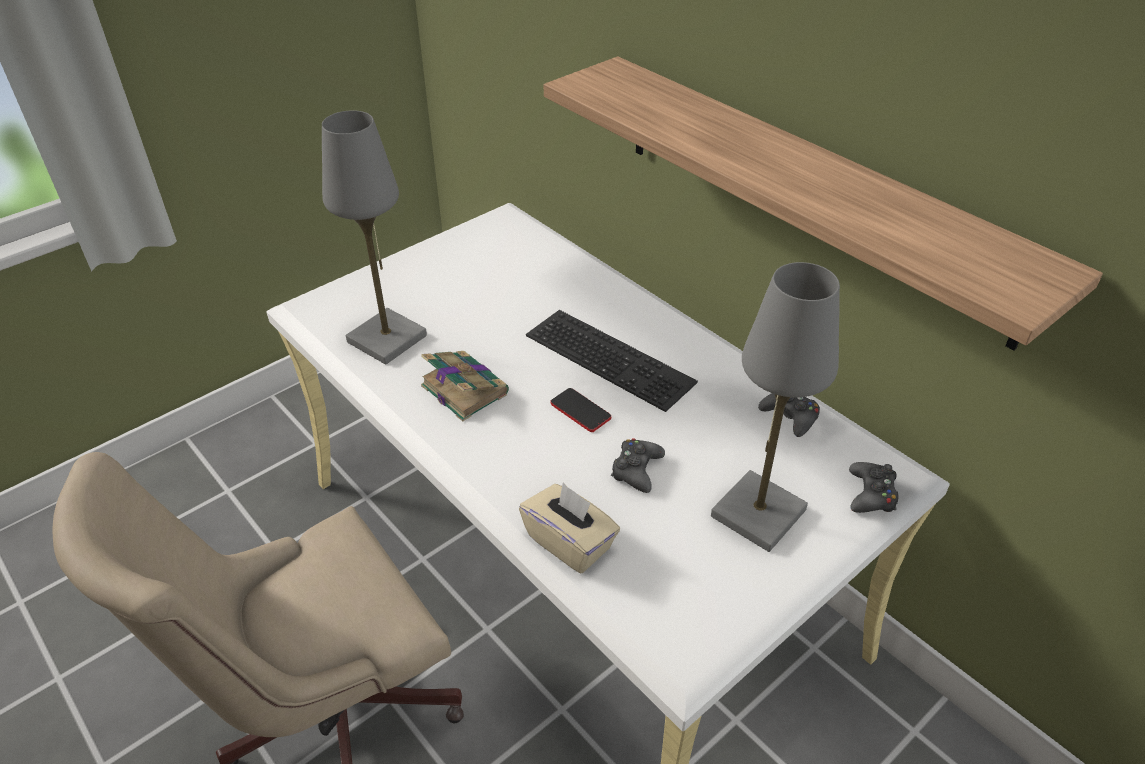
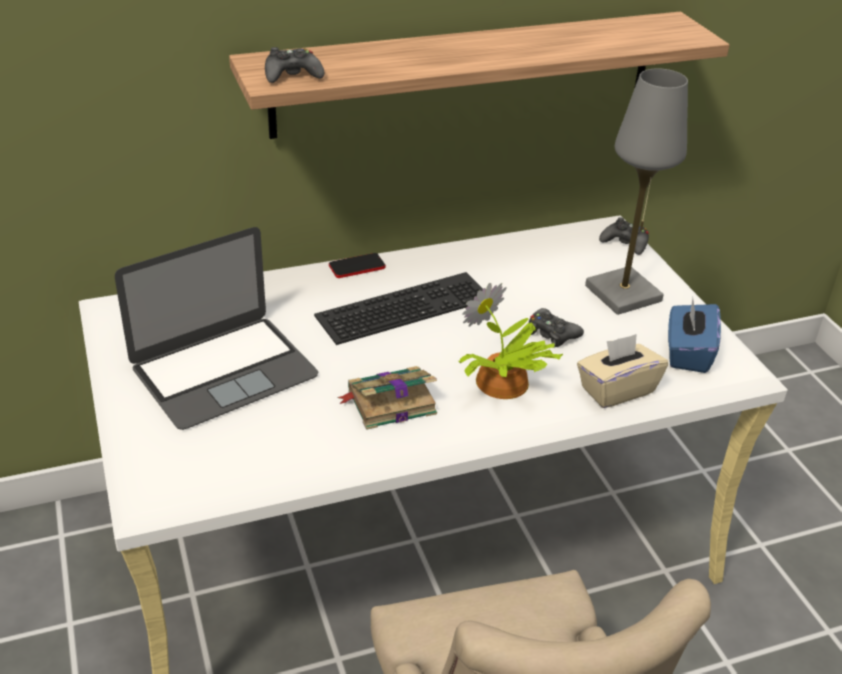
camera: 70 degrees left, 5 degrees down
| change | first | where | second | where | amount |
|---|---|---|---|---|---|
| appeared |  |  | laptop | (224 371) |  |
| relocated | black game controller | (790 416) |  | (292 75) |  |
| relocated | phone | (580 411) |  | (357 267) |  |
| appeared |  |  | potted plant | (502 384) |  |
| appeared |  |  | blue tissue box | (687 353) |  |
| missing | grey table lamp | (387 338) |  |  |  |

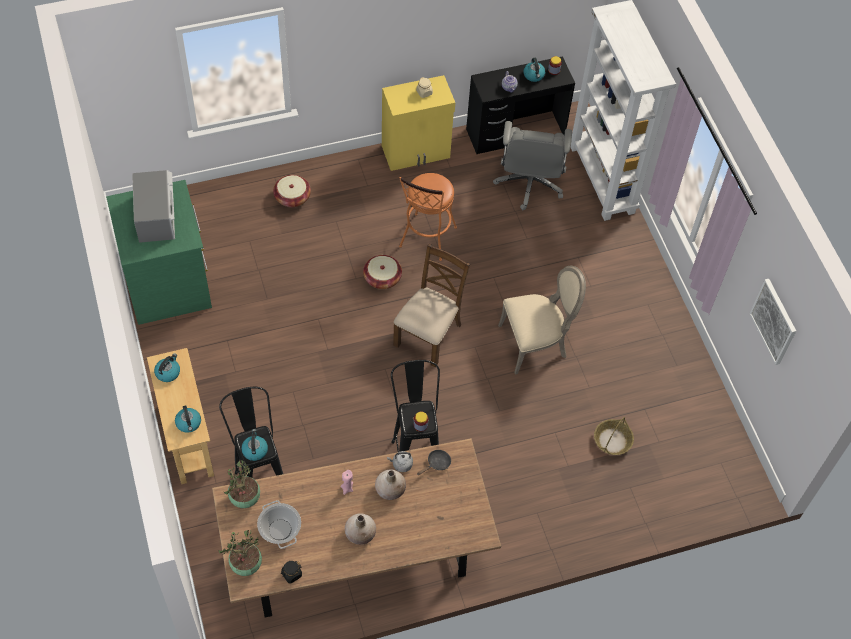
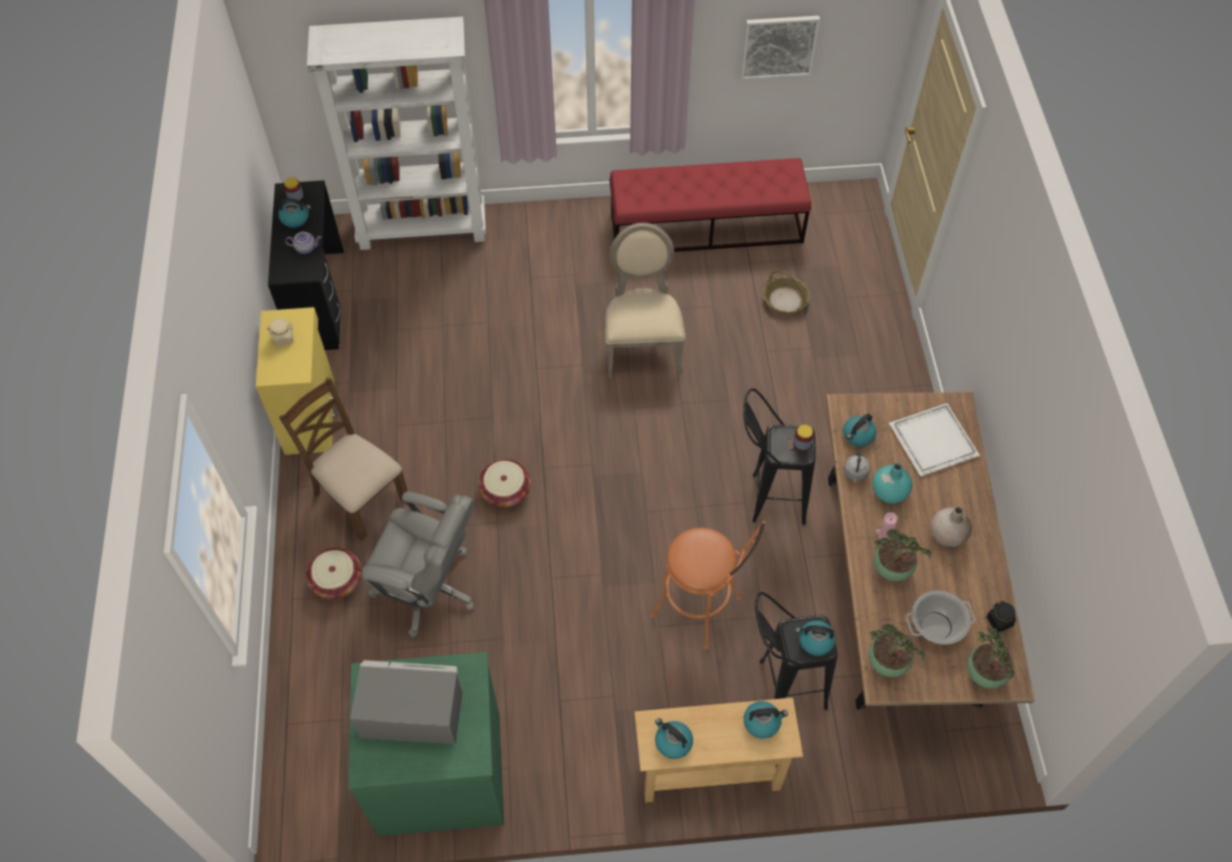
camera: 75 degrees left, 0 degrees up
| change | first | where | second | where | amount |
|---|---|---|---|---|---|
| relocated | brown chair | (429 334) |  | (359 496) |  |
| relocated | grey office chair | (529 184) |  | (428 587) |  |
| appeared |  |  | red bench | (707 227) |  |
| relocated | orange stool | (426 241) |  | (702 611) |  |
| exchanged | black frying pan | (436 463) | kettle | (858 435) |  |
| colour | beige vase | (390 489) | turquoise vase | (889 491) |  |
| appeared |  |  | potted plant | (892 570) |  |
| appeared |  |  | white tray | (931 440) |  |

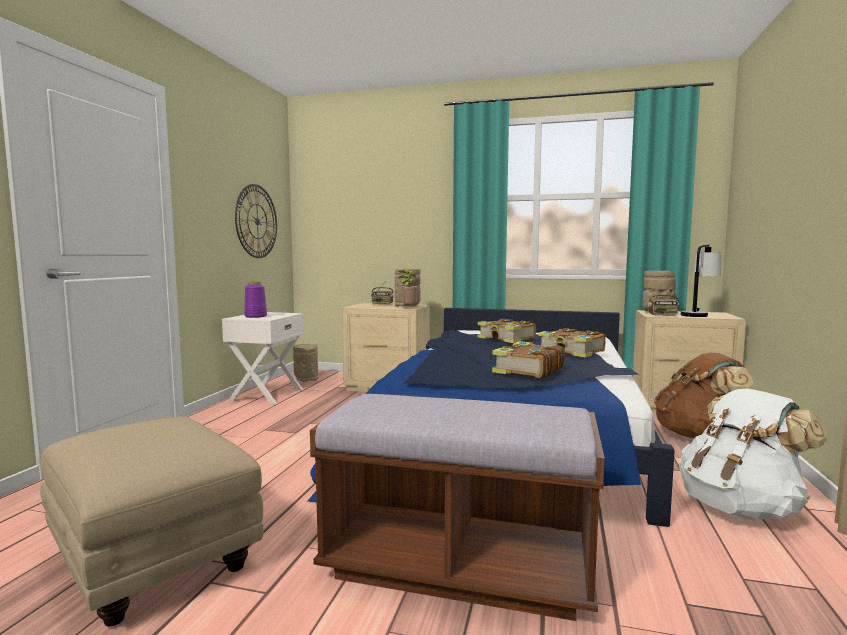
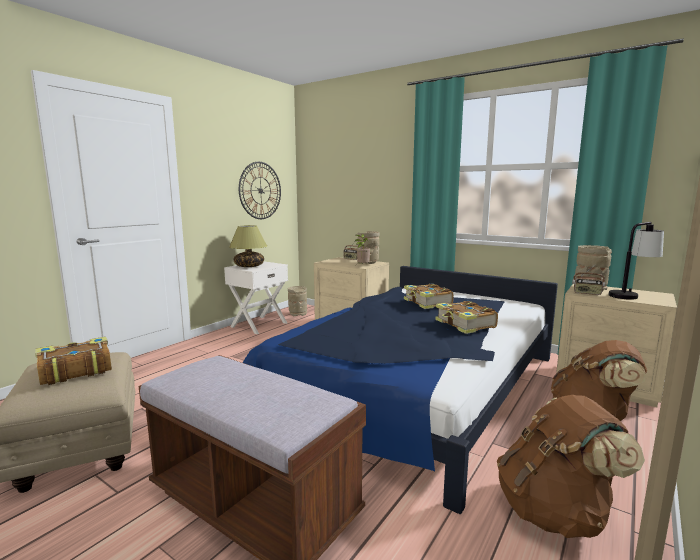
camera: 20 degrees right, 5 degrees up
| change | first | where | second | where | amount |
|---|---|---|---|---|---|
| relocated | book | (527 370) |  | (75 370) |  |
| exchanged | purple vase | (255 316) | table lamp | (249 266) |  |
| colour | white backpack | (740 508) | brown backpack | (555 512) |  |

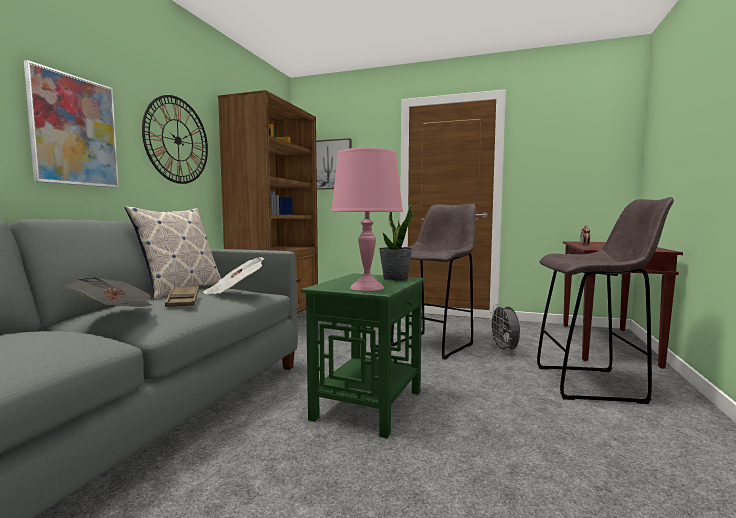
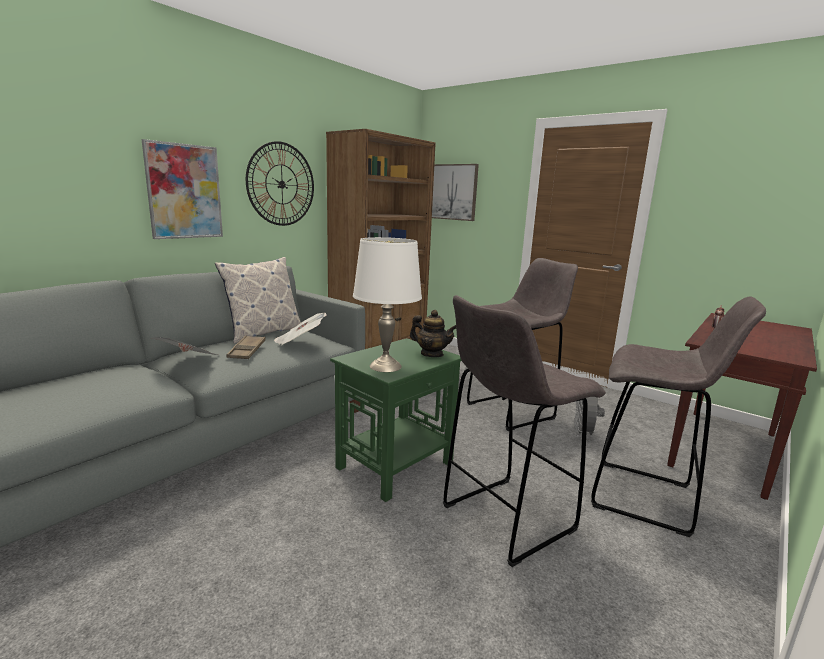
camera: 20 degrees right, 10 degrees up
| change | first | where | second | where | amount |
|---|---|---|---|---|---|
| colour | pink table lamp | (367 287) | white table lamp | (385 366) |  |
| exchanged | potted plant | (395 278) | teapot | (432 354) |  |
| appeared |  |  | grey stool | (504 519) |  |

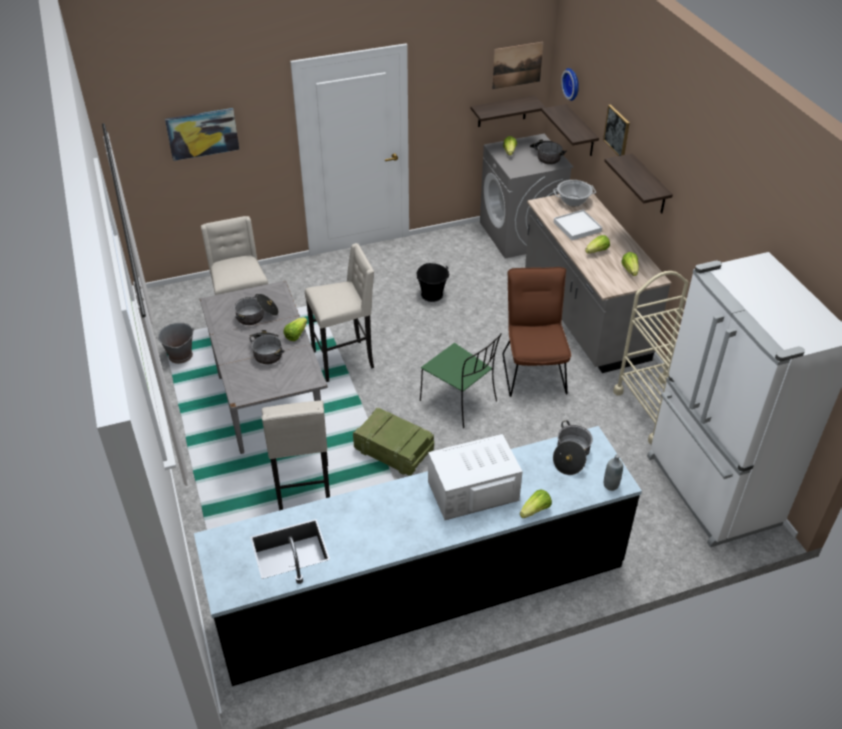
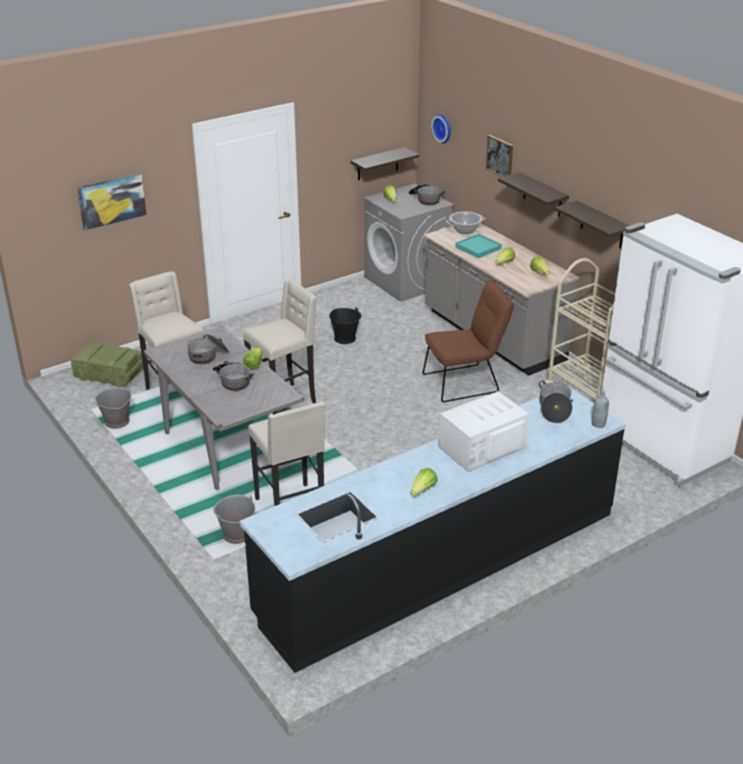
camera: 15 degrees left, 10 degrees down
| change | first | where | second | where | amount |
|---|---|---|---|---|---|
| relocated | crate | (392 450) |  | (108 374) |  |
| appeared |  |  | grey bucket | (236 535) |  |
| relocated | lettuce | (535 510) |  | (423 490) |  |
| spun | brown chair | (533 370) |  | (465 382) | 90 degrees clockwise |
| colour | white tray | (577 227) | turquoise tray | (478 248) |  |
| relocated | shelf | (581 131) |  | (602 225) |  |
| missing | green chair | (460 402) |  |  |  |
| missing | picture | (517 65) |  |  |  |

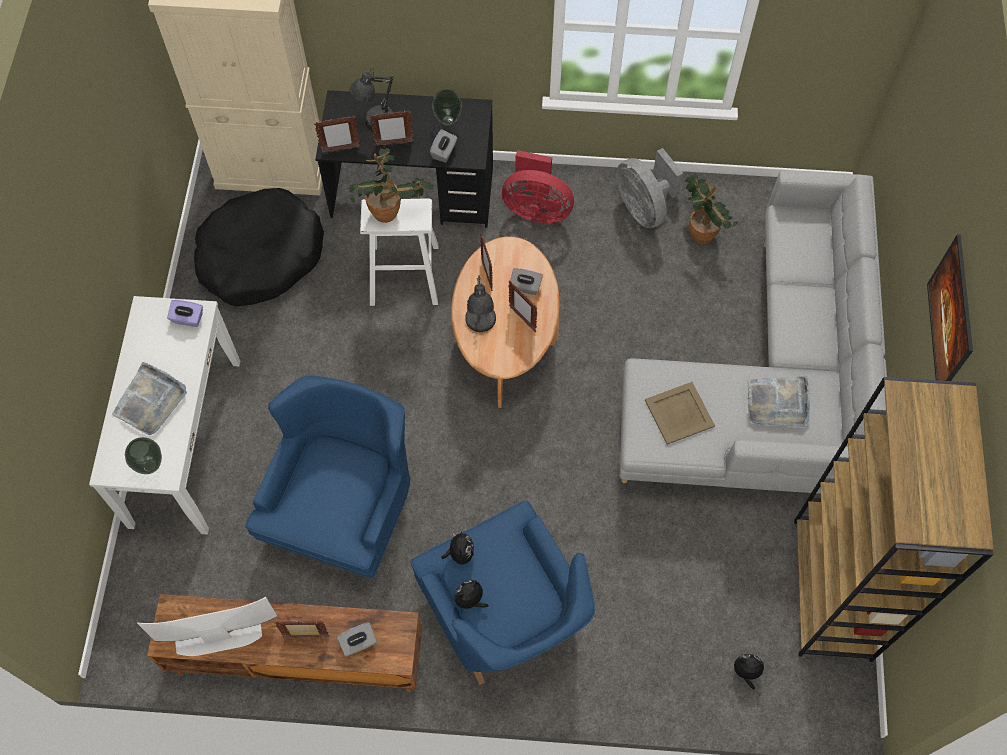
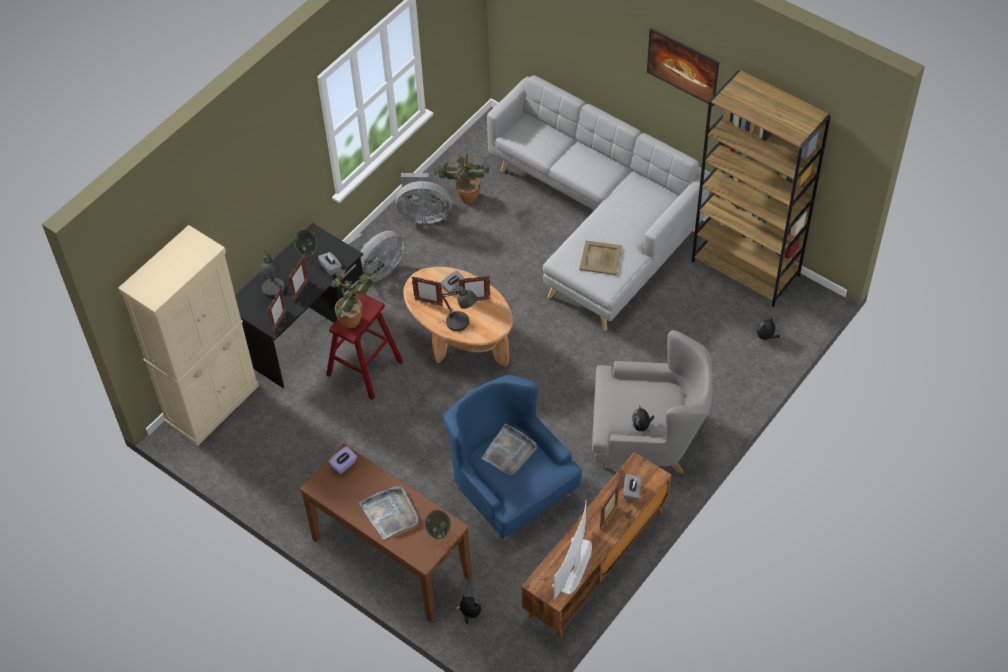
camera: 55 degrees left, 10 degrees down
| change | first | where | second | where | amount |
|---|---|---|---|---|---|
| colour | white console table | (185 442) | brown console table | (391 558) |  |
| colour | white stool | (404 275) | red stool | (364 368) |  |
| colour | red fan | (536 209) | grey fan | (376 271) |  |
| relocated | plush toy | (460 553) |  | (470 614) |  |
| relocated | grey tray | (778 403) |  | (509 452) |  |
| colour | blue armchair | (505 614) | grey armchair | (647 436) |  |
| missing | black dog bed | (260 256) |  |  |  |

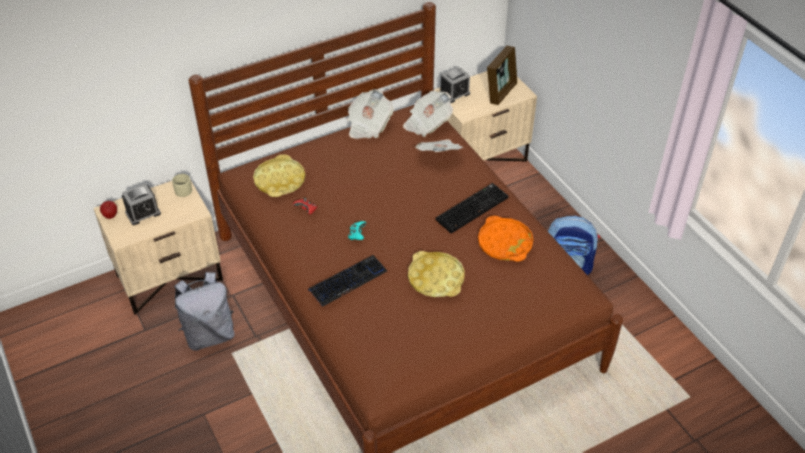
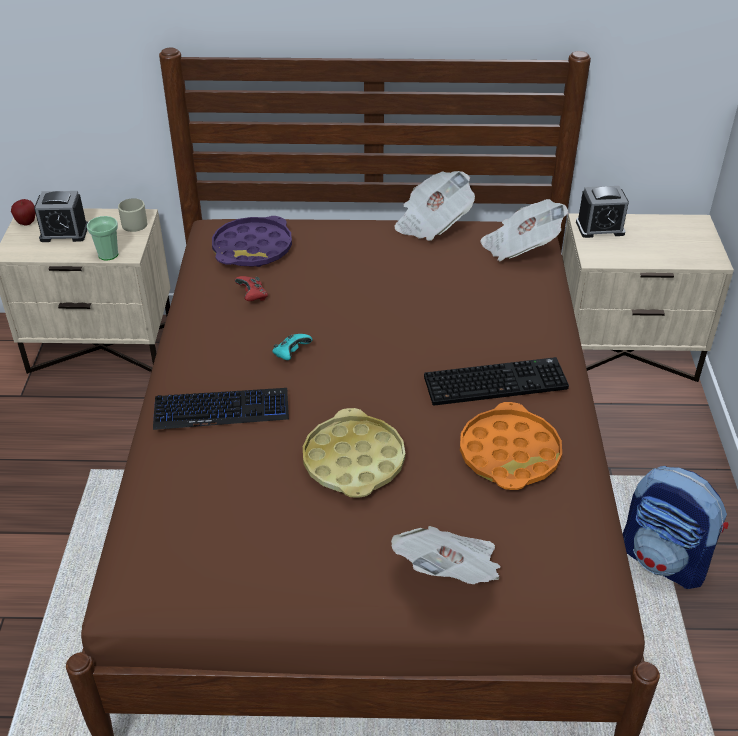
camera: 30 degrees right, 5 degrees down
| change | first | where | second | where | amount |
|---|---|---|---|---|---|
| appeared |  |  | cup | (108 254) |  |
| colour | yellow tray | (280 180) | purple tray | (252 249) |  |
| relocated | newspaper | (439 155) |  | (449 572) |  |
| missing | grey backpack | (209 334) |  |  |  |
| missing | picture frame | (501 92) |  |  |  |

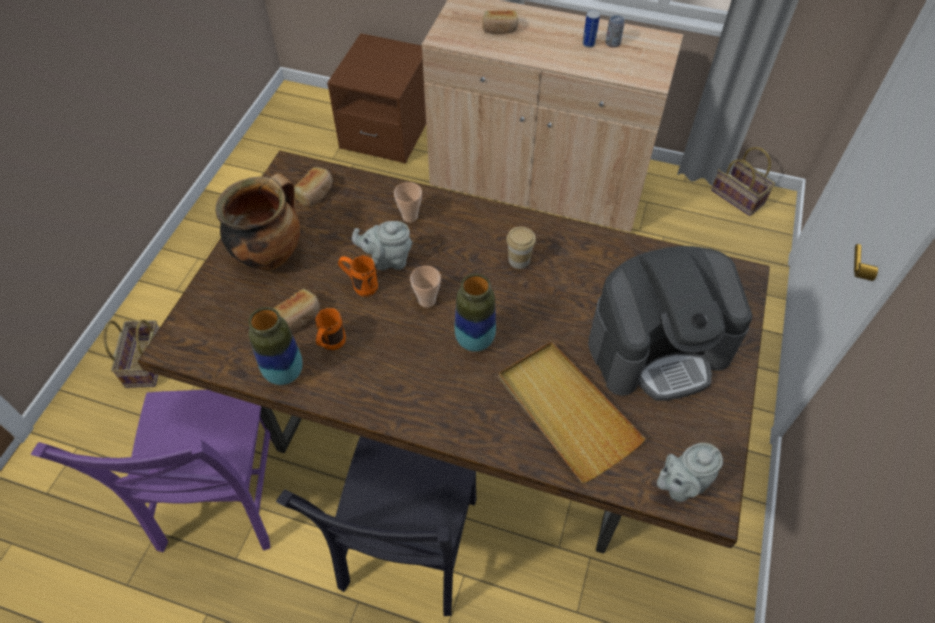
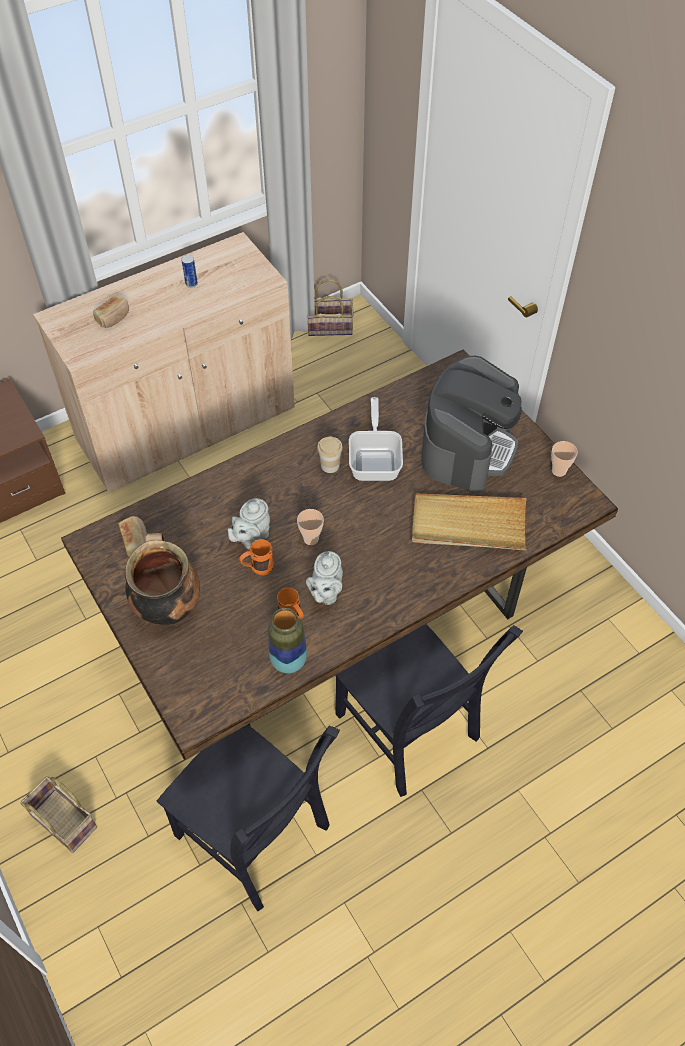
camera: 50 degrees left, 0 degrees up
| change | first | where | second | where | amount |
|---|---|---|---|---|---|
| colour | purple chair | (221 500) | black chair | (256 836) |  |
| relocated | grey teapot | (681 485) |  | (325 593) |  |
| appeared |  |  | frying pan | (375 460) |  |
| relocated | cup | (410 216) |  | (559 471) |  |
| missing | bread | (298 317) |  |  |  |
| missing | vase | (475 340) |  |  |  |
| missing | can | (612 43) |  |  |  |

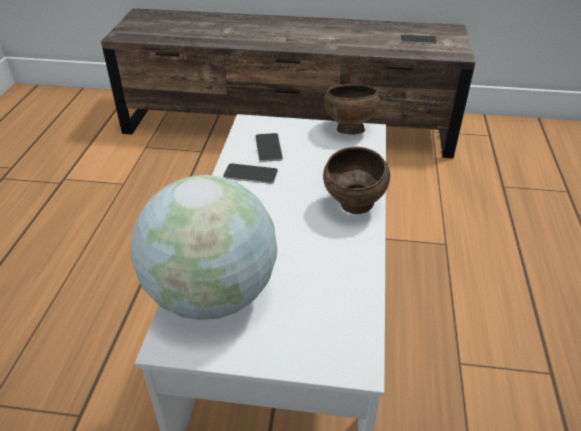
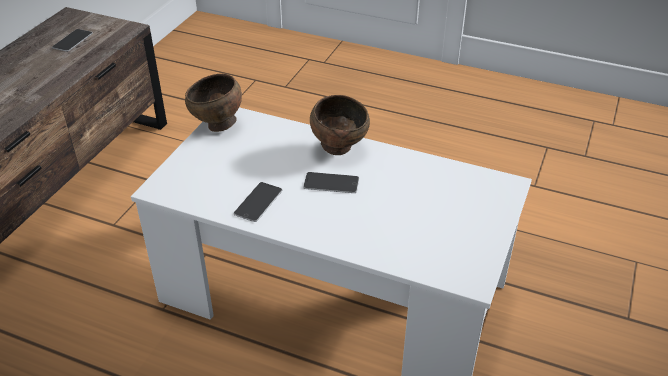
camera: 75 degrees left, 0 degrees up
| change | first | where | second | where | amount |
|---|---|---|---|---|---|
| relocated | phone | (268 147) |  | (331 183) |  |
| missing | globe | (212 295) |  |  |  |

